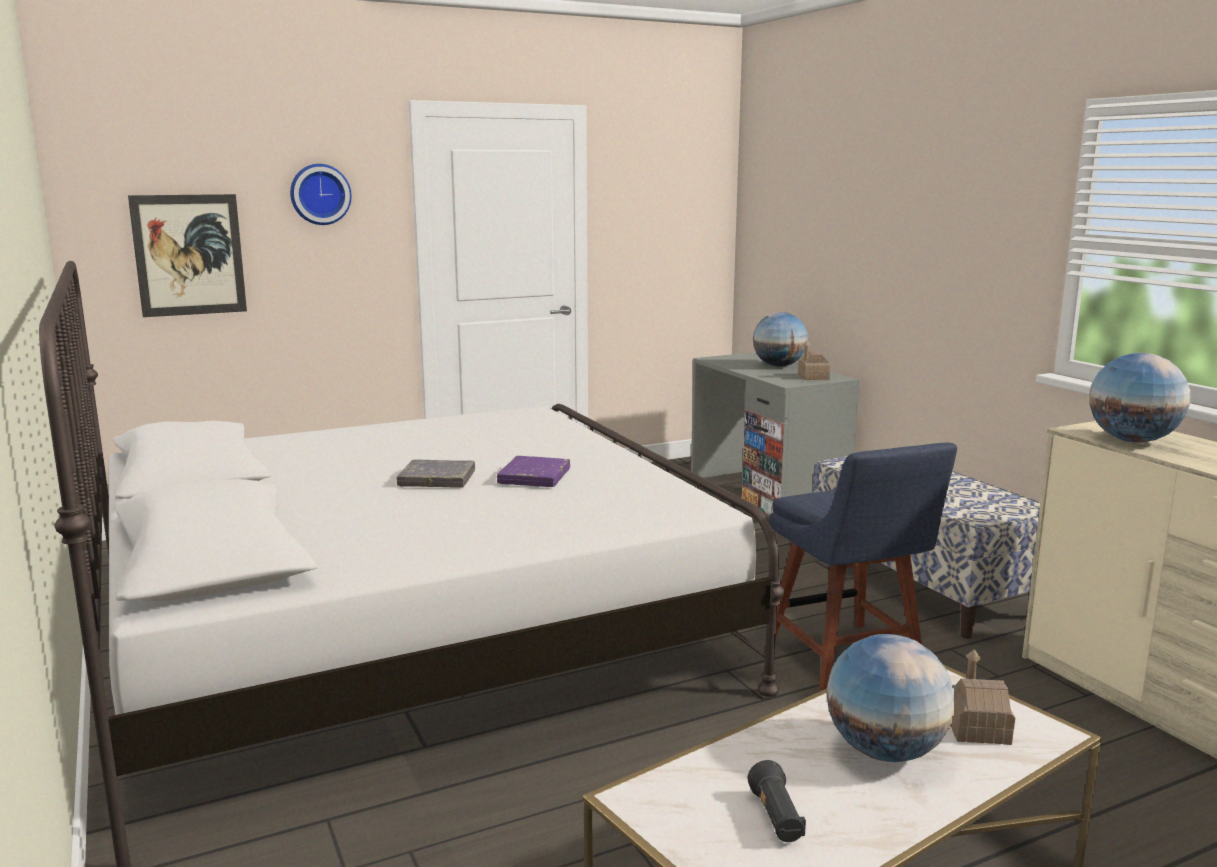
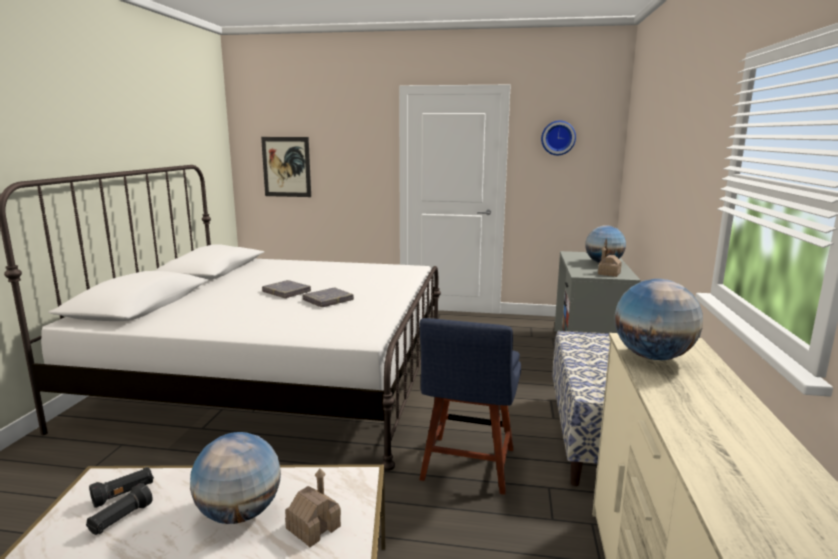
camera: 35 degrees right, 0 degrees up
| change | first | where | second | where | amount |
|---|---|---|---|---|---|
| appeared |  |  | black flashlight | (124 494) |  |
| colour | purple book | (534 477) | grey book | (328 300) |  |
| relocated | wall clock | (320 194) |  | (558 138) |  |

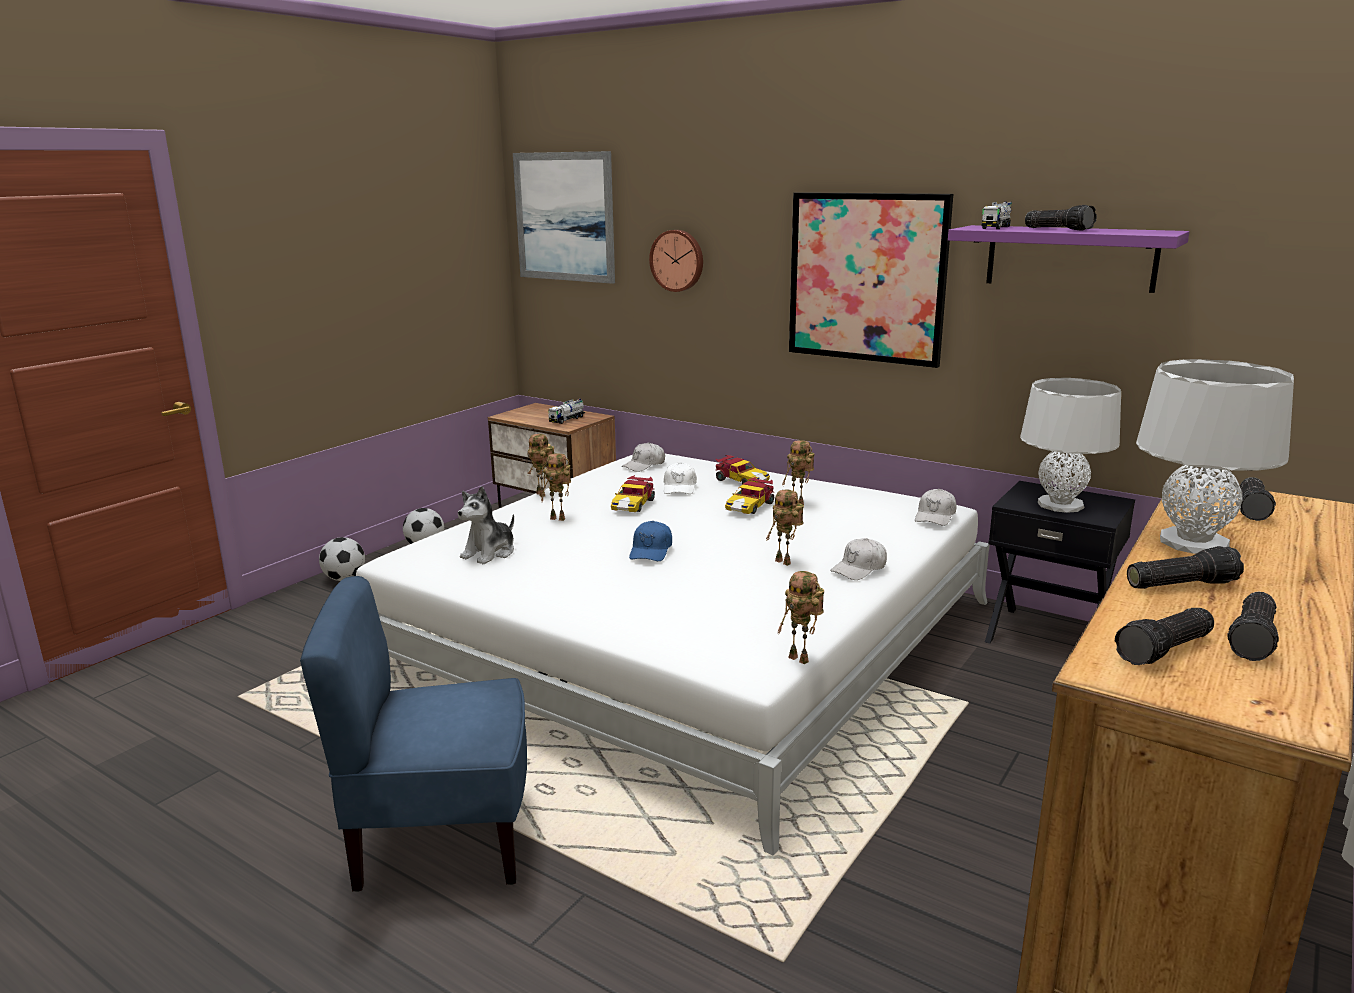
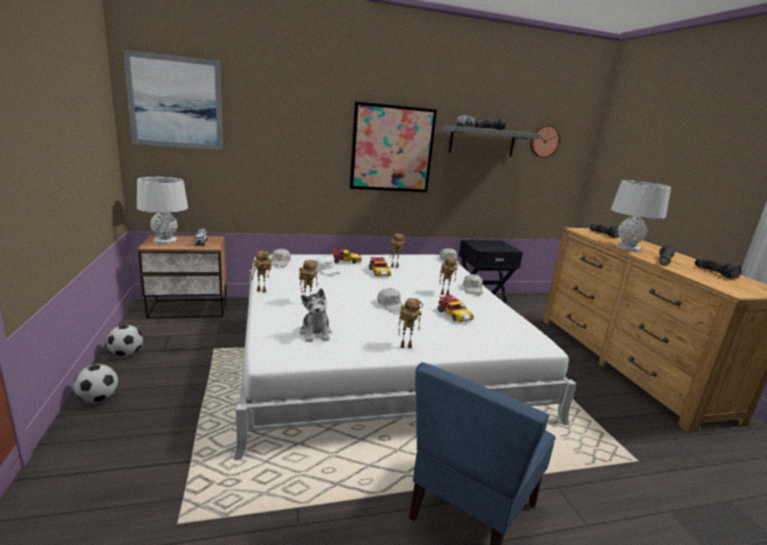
camera: 50 degrees left, 0 degrees up
| change | first | where | second | where | amount |
|---|---|---|---|---|---|
| relocated | grey table lamp | (1060 505) |  | (165 240) |  |
| colour | blue cap | (651 551) | white cap | (391 305) |  |
| relocated | toy robot | (801 659) |  | (406 346) |  |
| relocated | toy car | (633 505) |  | (453 315) |  |
| colour | purple shelf | (1070 258) | grey shelf | (482 141) |  |
| relocated | wall clock | (678 260) |  | (544 141) |  |
| missing | flashlight | (1166 650) |  |  |  |

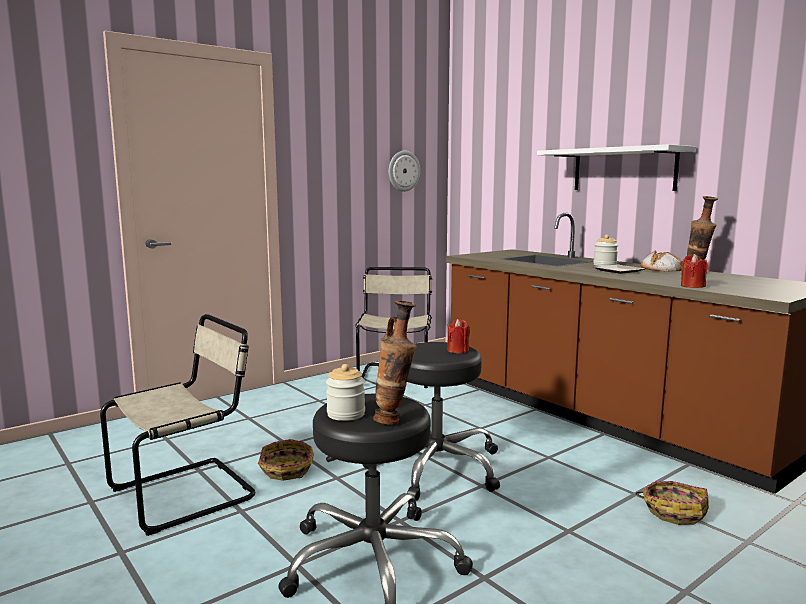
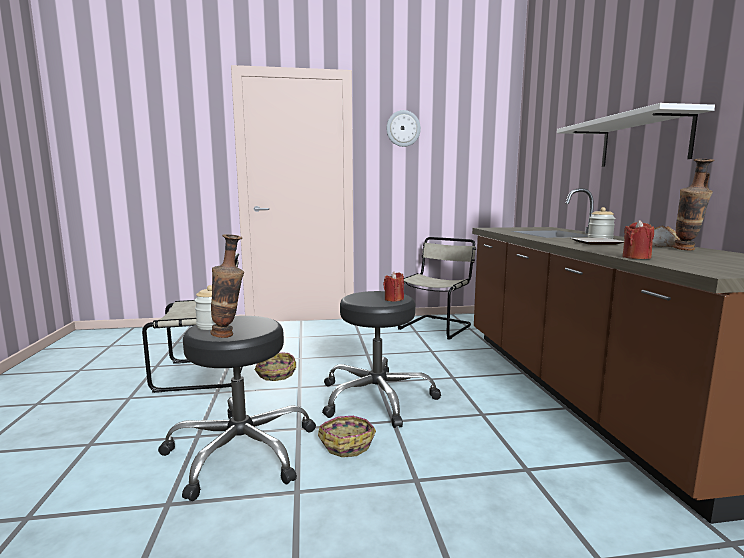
camera: 30 degrees right, 0 degrees up
| change | first | where | second | where | amount |
|---|---|---|---|---|---|
| relocated | basket | (673 511) |  | (347 443) |  |
| relocated | wall clock | (403 171) |  | (403 128) |  |

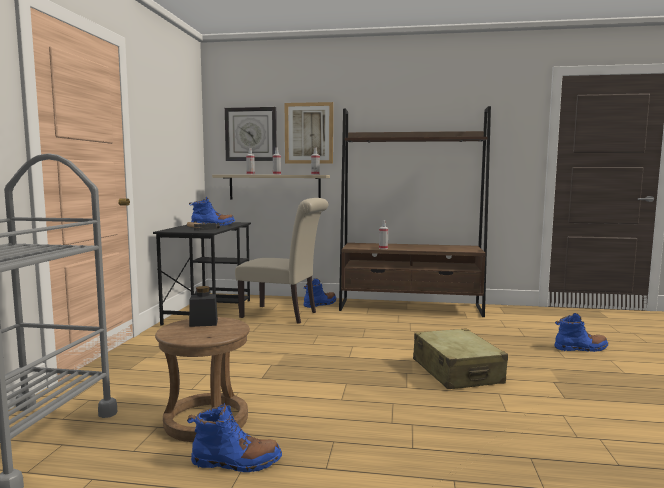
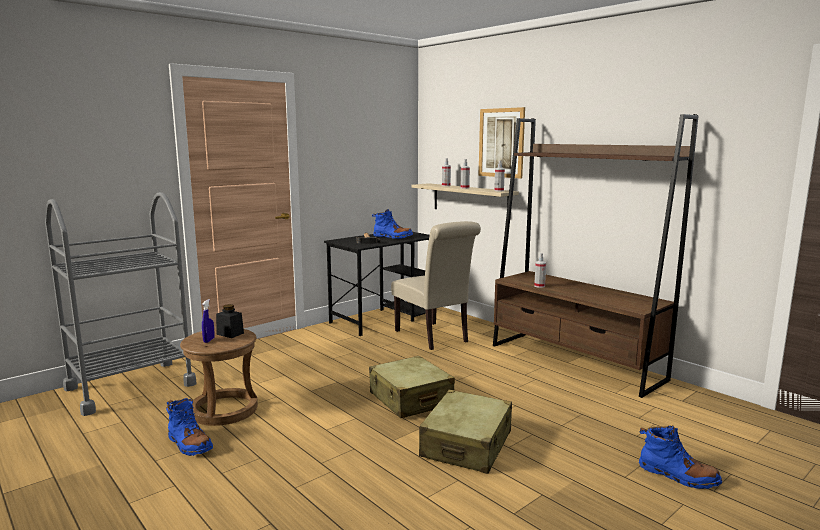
camera: 40 degrees right, 5 degrees up
| change | first | where | second | where | amount |
|---|---|---|---|---|---|
| appeared |  |  | blue spray bottle | (209 340) |  |
| appeared |  |  | beige suitcase | (410 399) |  |
| missing | wall clock | (251 134) |  |  |  |
| missing | blue boot | (320 304) |  |  |  |

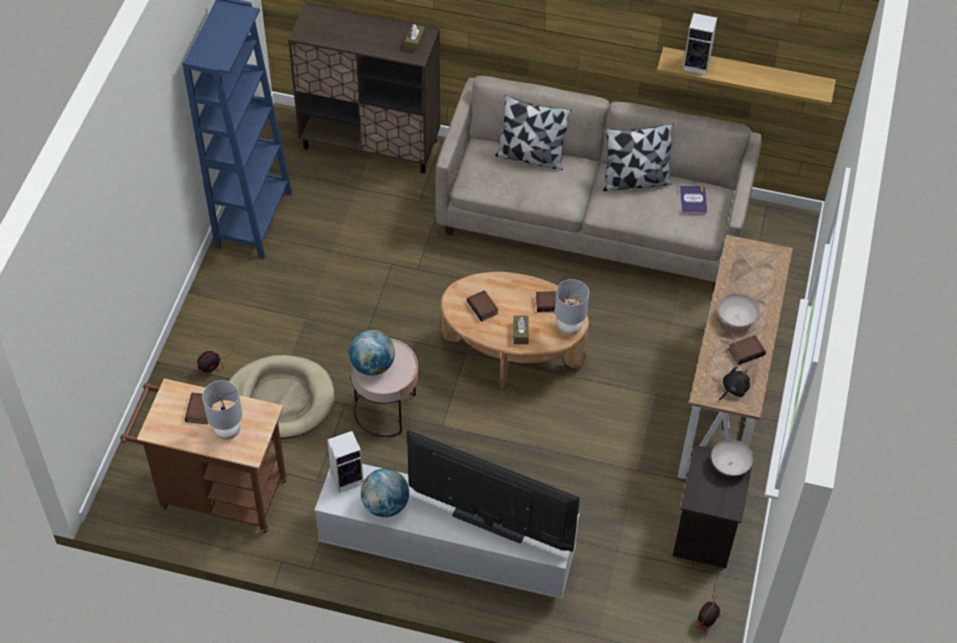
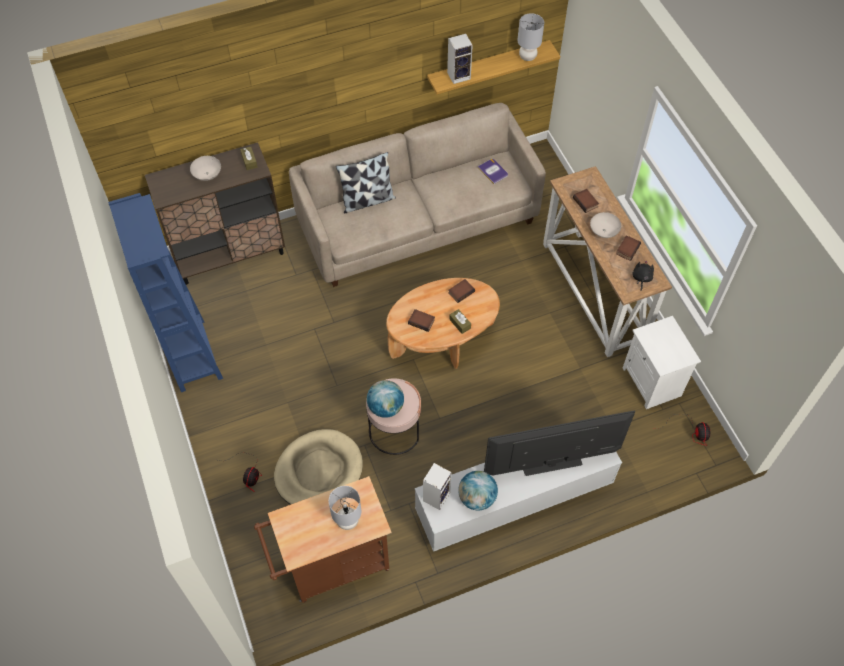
camera: 35 degrees left, 5 degrees up
| change | first | where | second | where | amount |
|---|---|---|---|---|---|
| relocated | white bowl | (729 465) |  | (207 175) |  |
| relocated | grey table lamp | (568 328) |  | (527 57) |  |
| relocated | book | (200 411) |  | (586 202) |  |
| colour | black nightstand | (706 534) | white nightstand | (653 382) |  |
| missing | pillow | (635 181) |  |  |  |

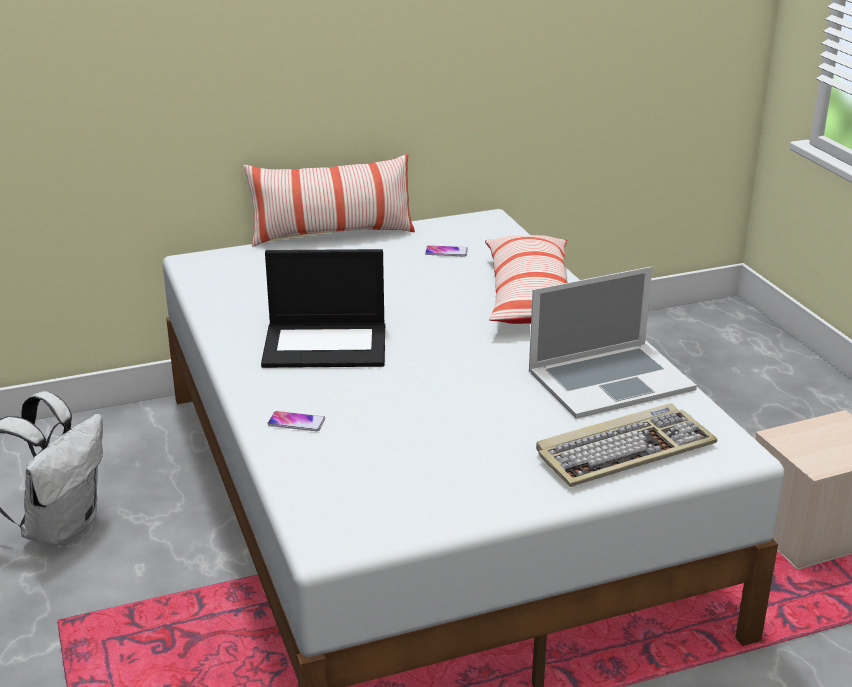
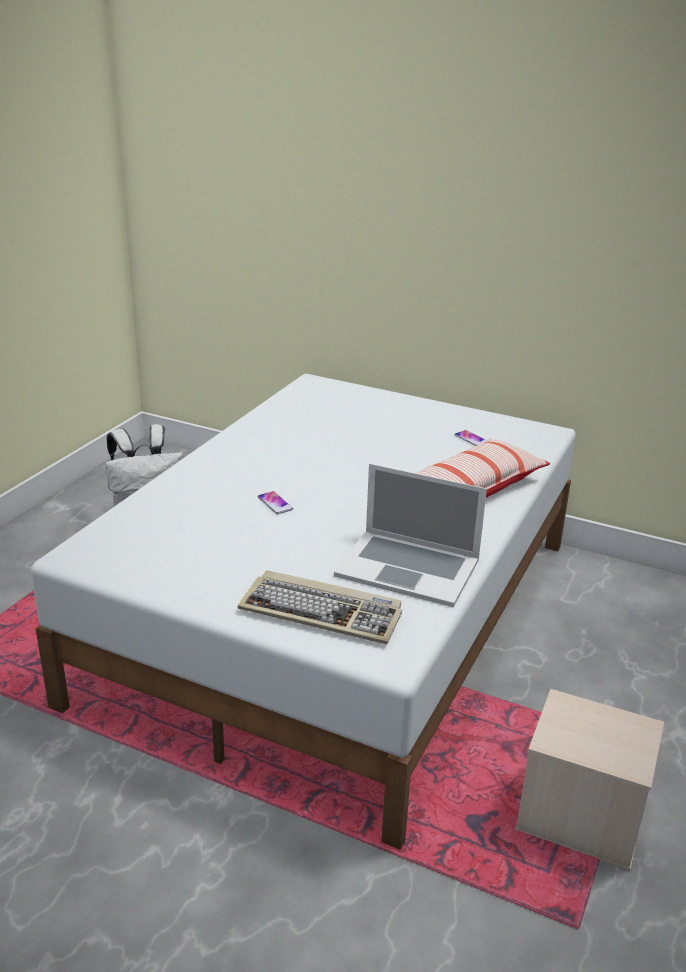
camera: 45 degrees right, 0 degrees up
| change | first | where | second | where | amount |
|---|---|---|---|---|---|
| relocated | phone | (296 422) |  | (275 503) |  |
| missing | pillow | (332 234) |  |  |  |
| missing | laptop | (327 345) |  |  |  |

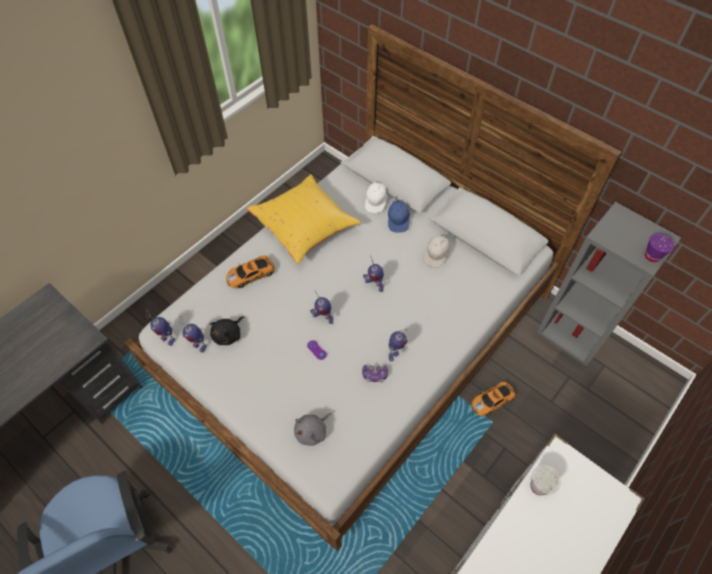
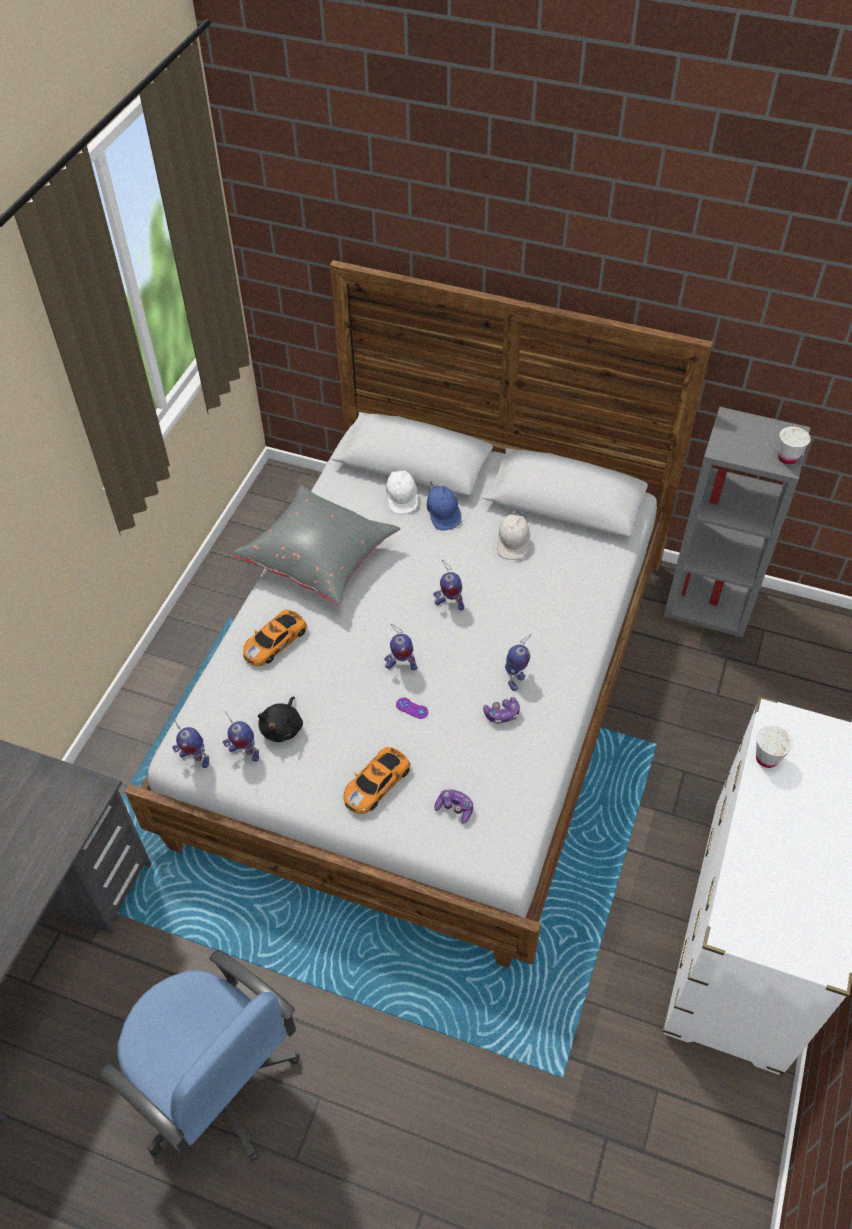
camera: 20 degrees left, 5 degrees down
| change | first | where | second | where | amount |
|---|---|---|---|---|---|
| colour | yellow pillow | (305 227) | grey pillow | (320 558) |  |
| relocated | toy car | (493 400) |  | (377 782) |  |
| exchanged | grey plush toy | (312 432) | game controller | (455 808) |  |
| colour | purple cup | (652 256) | white cup | (787 458) |  |

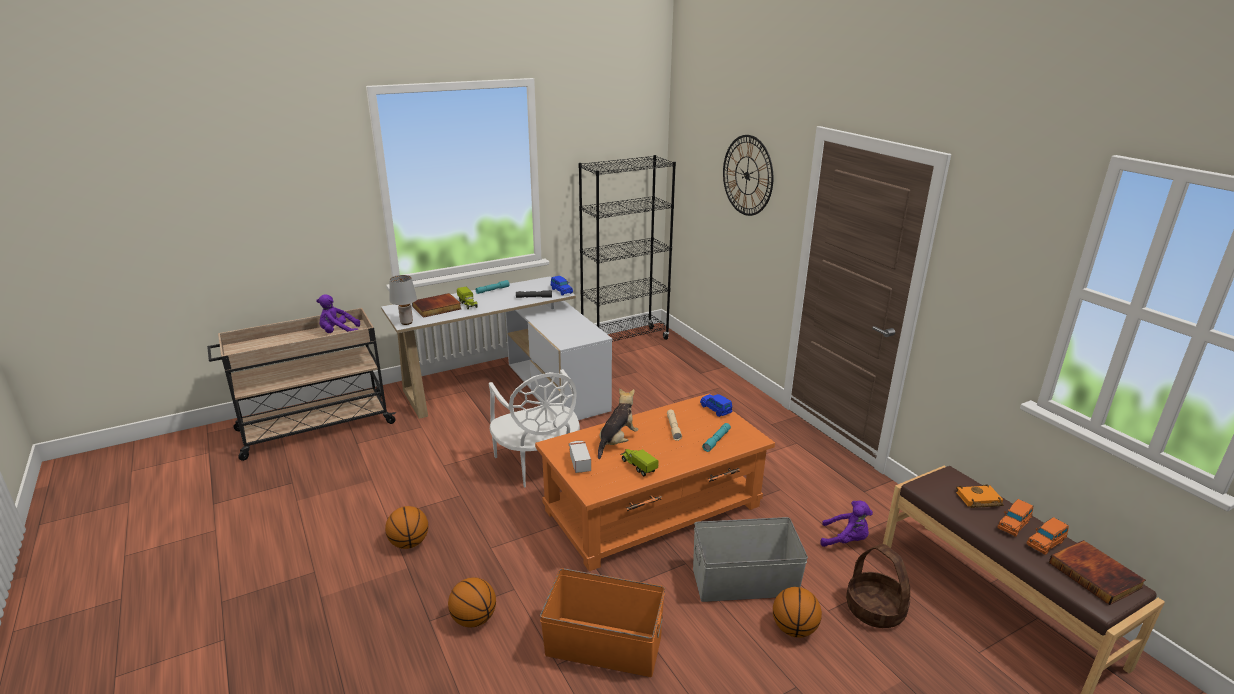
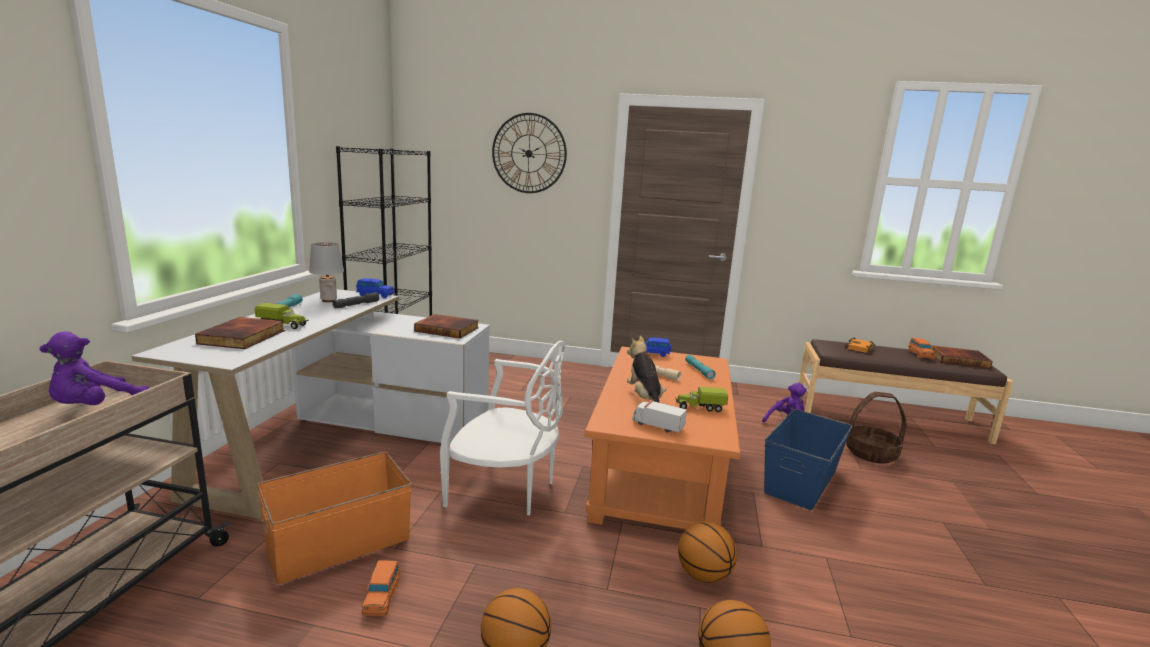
camera: 50 degrees left, 10 degrees down
| change | first | where | second | where | amount |
|---|---|---|---|---|---|
| relocated | orange storage box | (604 646) |  | (340 544) |  |
| relocated | grey table lamp | (406 322) |  | (329 300) |  |
| relocated | orange toy car | (1013 525) |  | (382 597) |  |
| appeared |  |  | book | (448 329) |  |
| relocated | basketball | (794 629) |  | (703 575) |  |
| colour | grey storage box | (745 582) | blue storage box | (802 480) |  |

